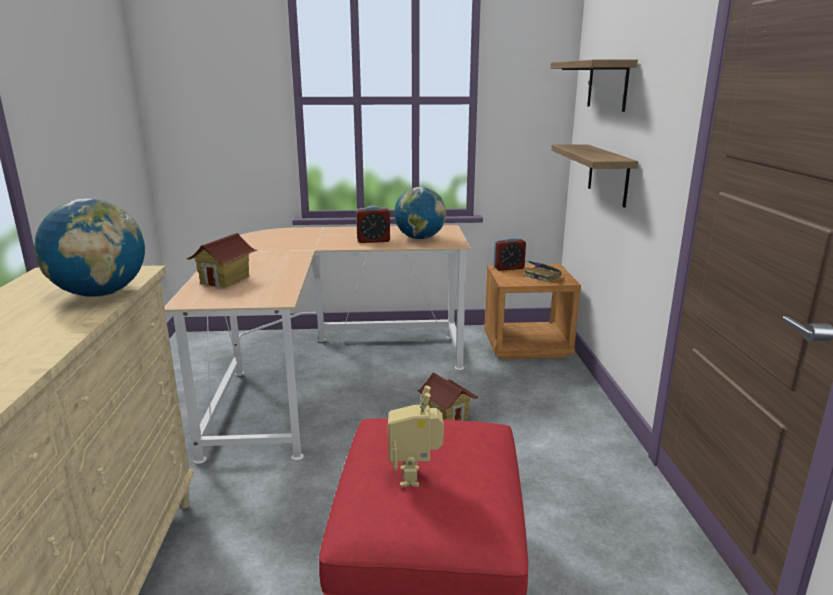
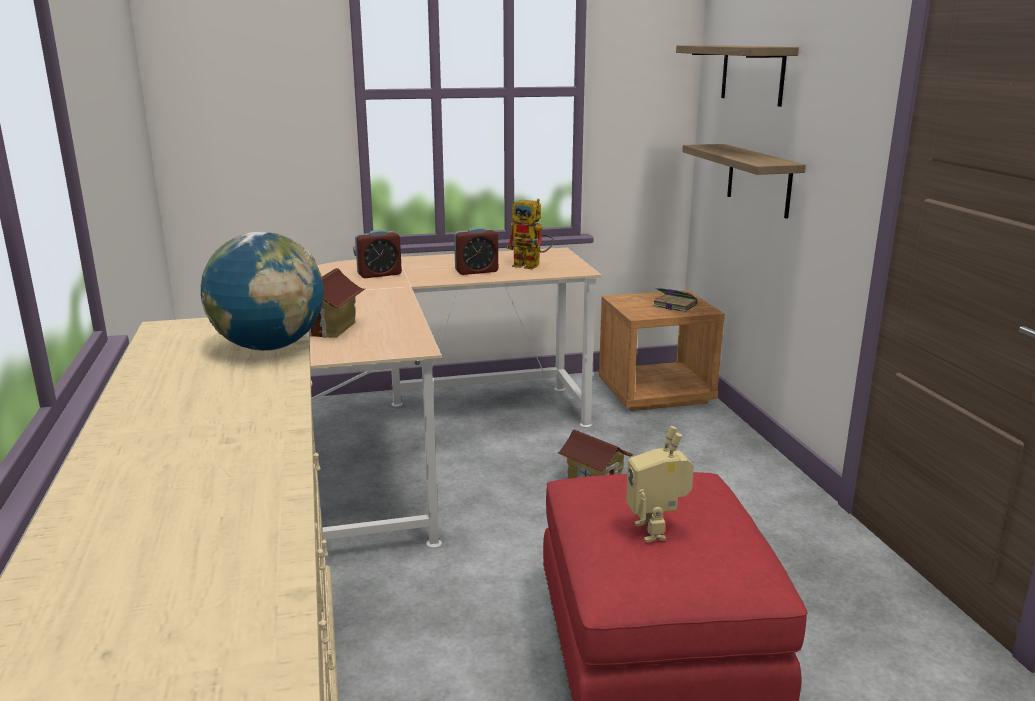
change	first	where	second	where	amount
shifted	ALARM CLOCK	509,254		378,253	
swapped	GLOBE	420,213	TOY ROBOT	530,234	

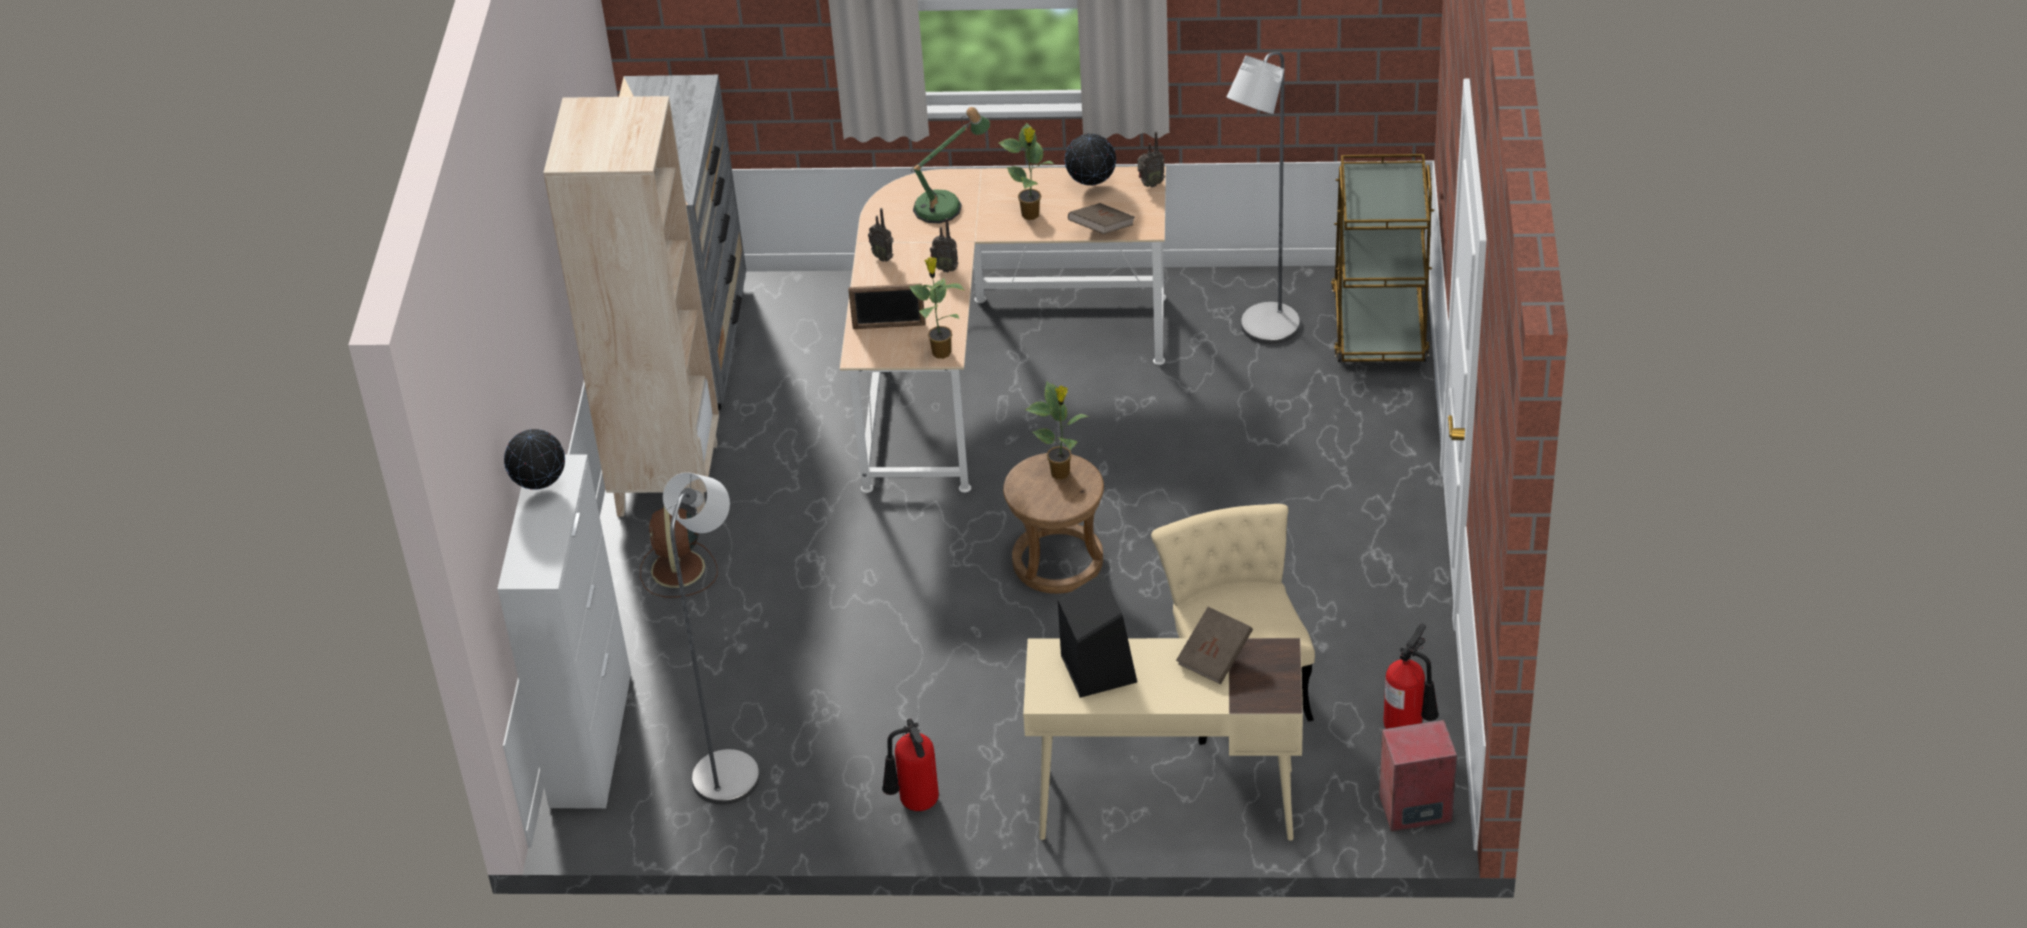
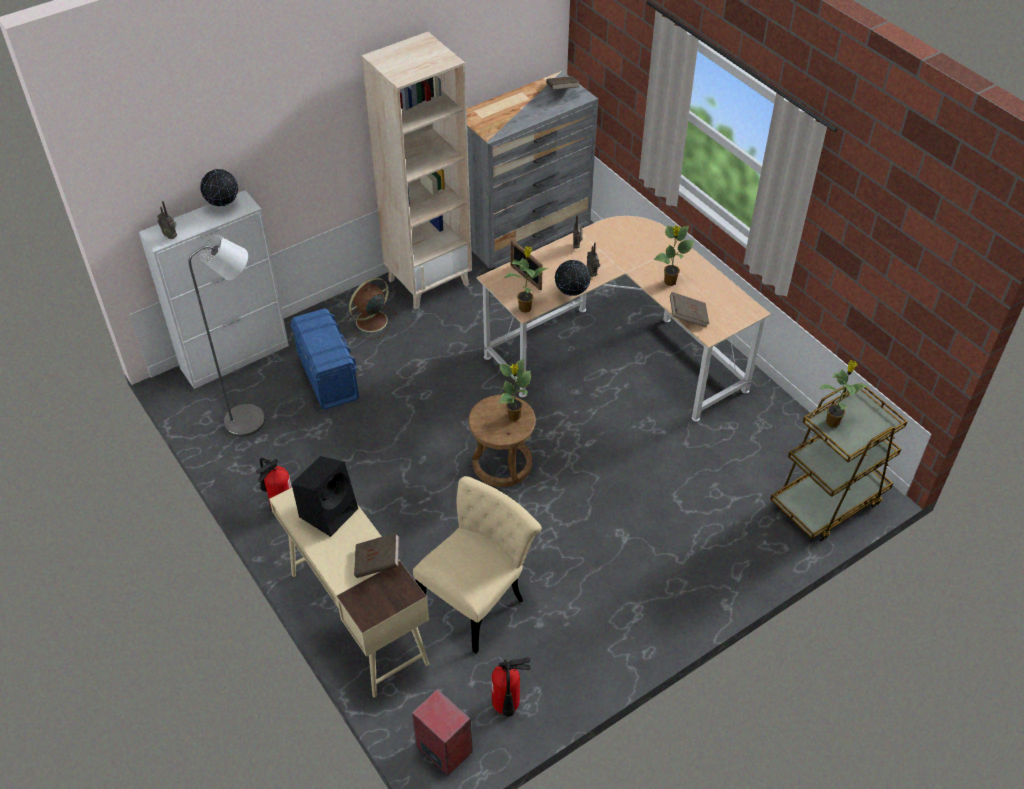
change	first	where	second	where	amount
gone	TABLE LAMP	950,165			
gone	GREY FLOOR LAMP	1263,198			
new			BLUE STORAGE BOX	324,359	
new			BROWN BOOK	562,83	
new			POTTED PLANT	844,393	
shifted	GLOBE	1090,159		573,278	
shifted	RADIO	1151,159		167,220	

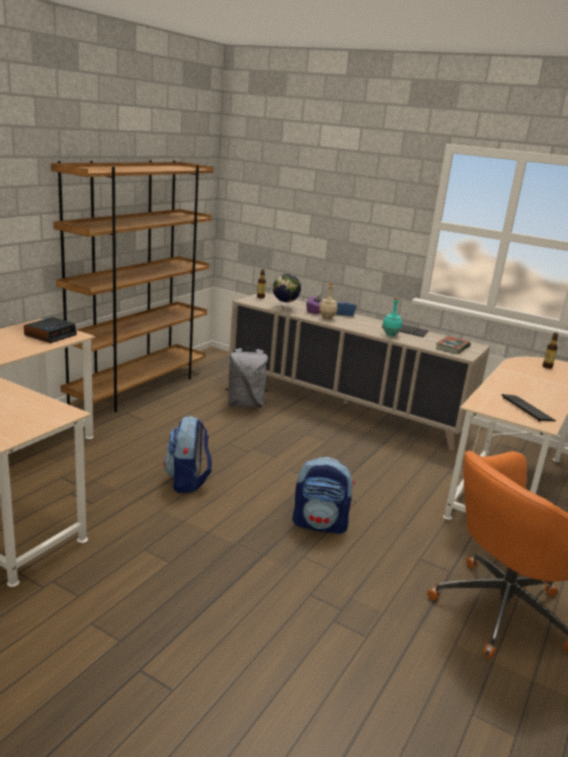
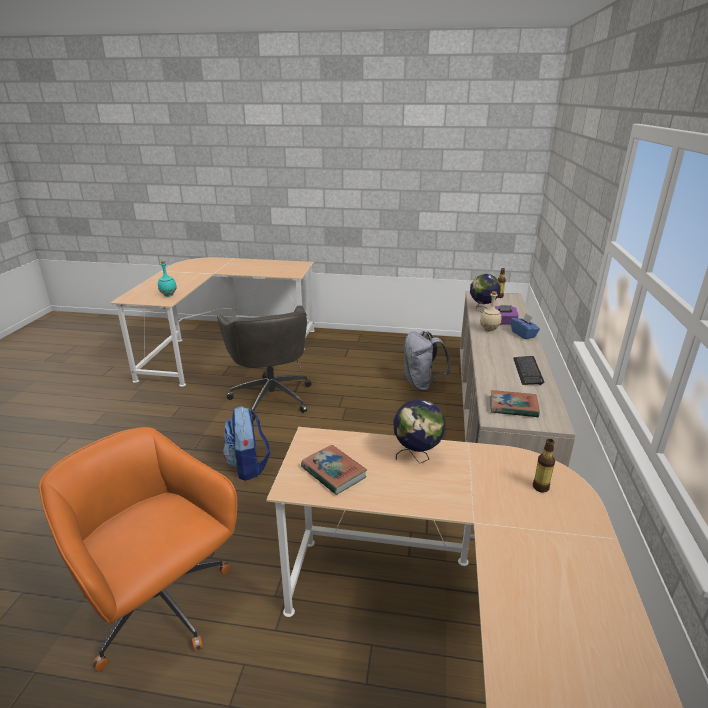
change	first	where	second	where	amount
gone	ALARM CLOCK	50,330			
gone	BROWN BOOKCASE	132,286			
new			GLOBE	419,431	
shifted	TURQUOISE BOTTLE	392,316		167,279	
swapped	BACKPACK	188,454	GREY OFFICE CHAIR	264,363	
swapped	KEYBOARD	528,408	BOOK	334,470	

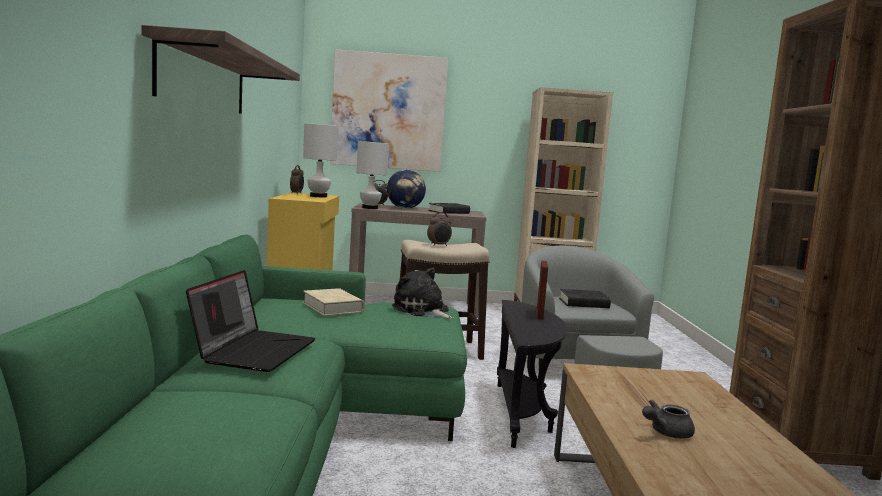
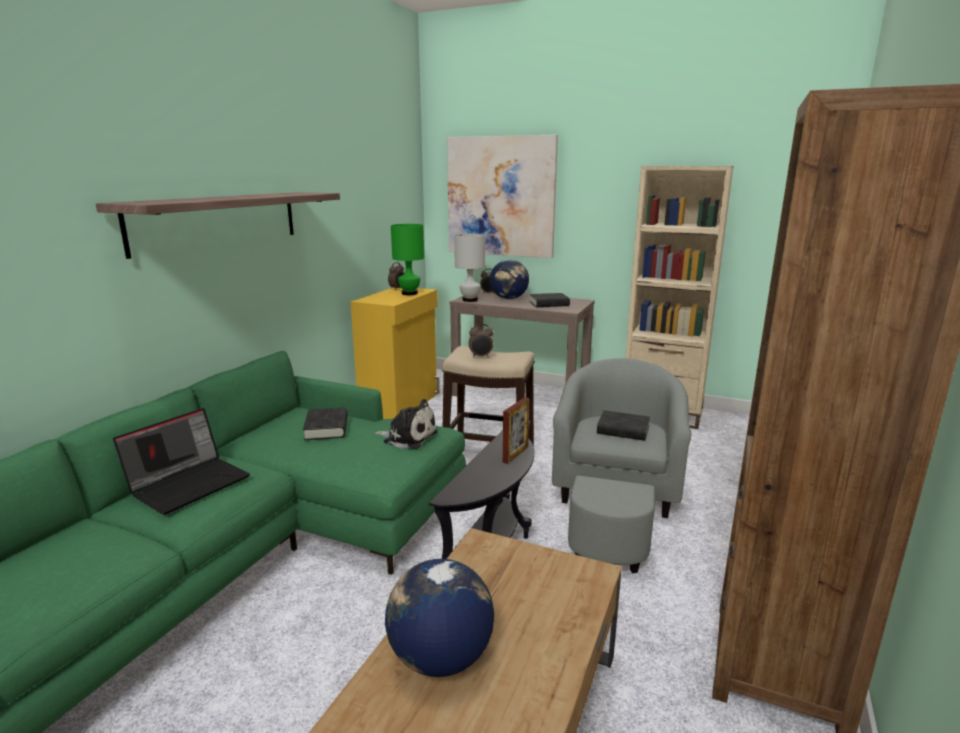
change	first	where	second	where	amount
swapped	GREY TEAPOT	668,419	GLOBE	439,618	
repainted	WHITE TABLE LAMP	321,160	GREEN TABLE LAMP	407,259	
repainted	BEIGE BOOK	333,302	BLACK BOOK	325,424	
rotated	PLUSH TOY	423,293		406,424	135 degrees clockwise

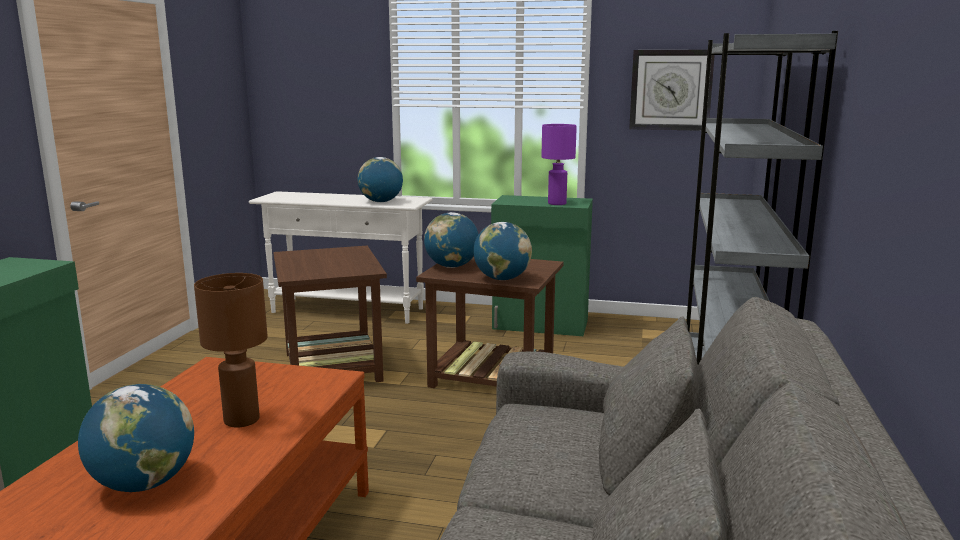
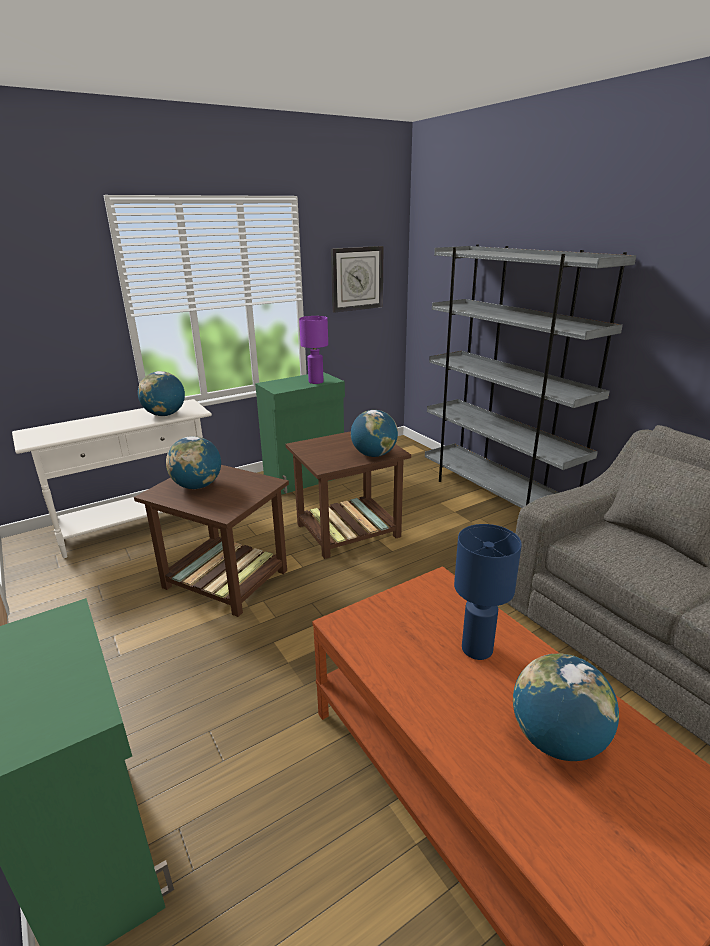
change	first	where	second	where	amount
shifted	GLOBE	451,240		193,462	
repainted	BROWN TABLE LAMP	231,350	BLUE TABLE LAMP	488,592	

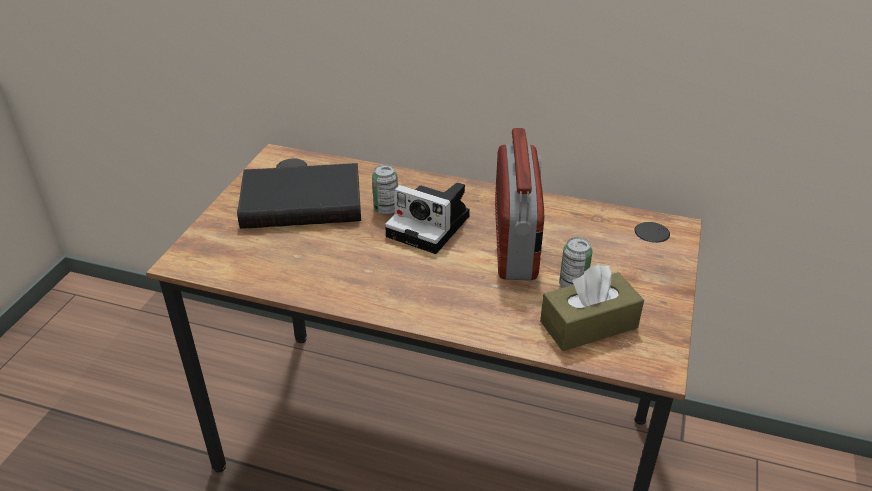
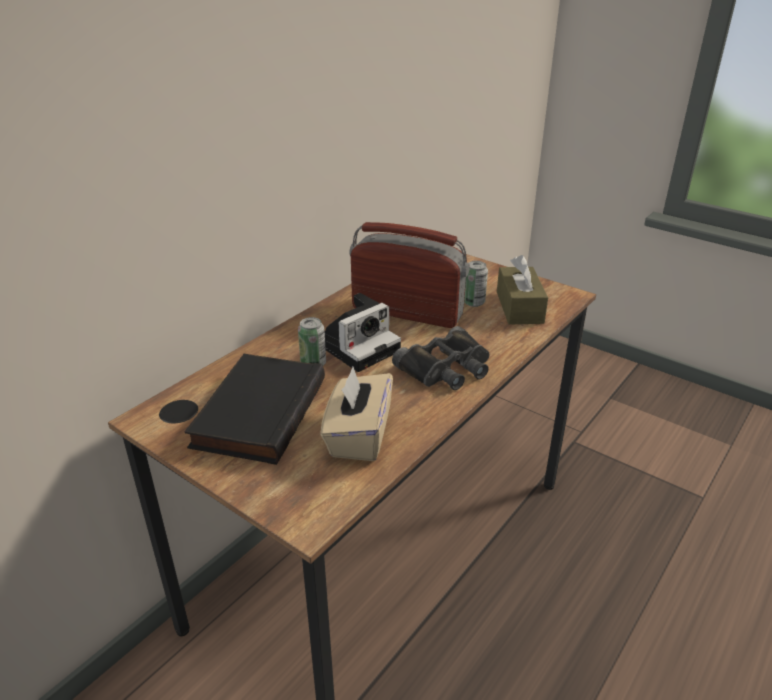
change	first	where	second	where	amount
new			BEIGE TISSUE BOX	356,414	
new			BLACK BINOCULARS	441,358	

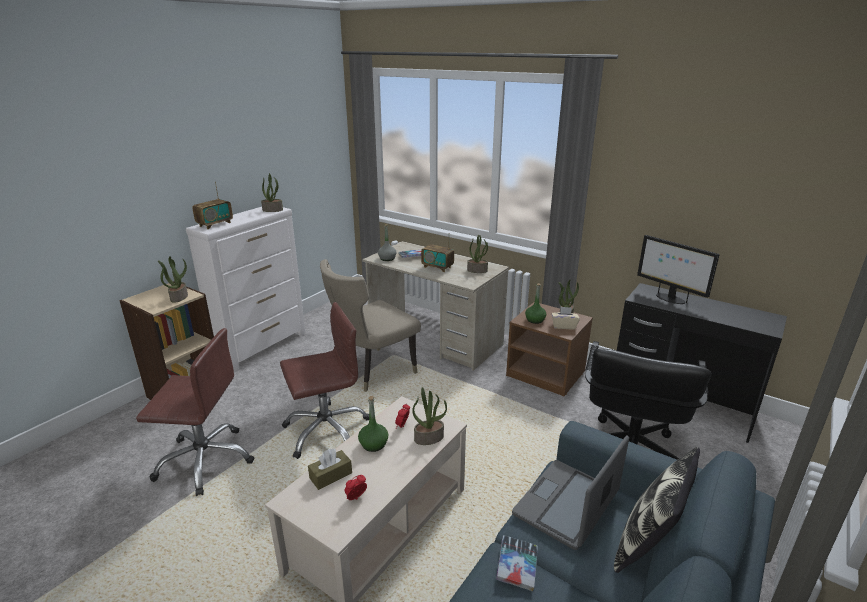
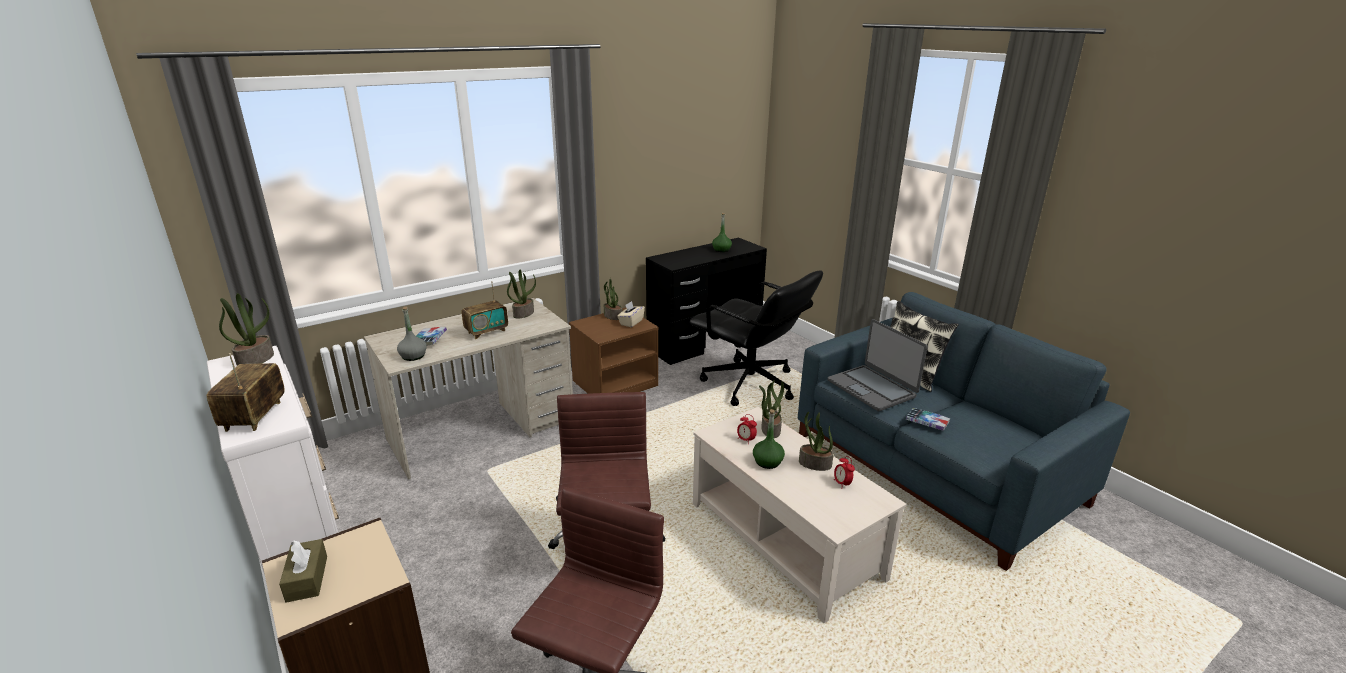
change	first	where	second	where	amount
gone	BEIGE CHAIR	370,325			
gone	MONITOR	678,269			
shifted	POTTED PLANT	173,279		816,441	
shifted	BROWN TISSUE BOX	330,469		303,571	
shifted	GREEN BOTTLE	535,303		722,232	
rotated	RADIO	213,205		246,392	150 degrees counterclockwise

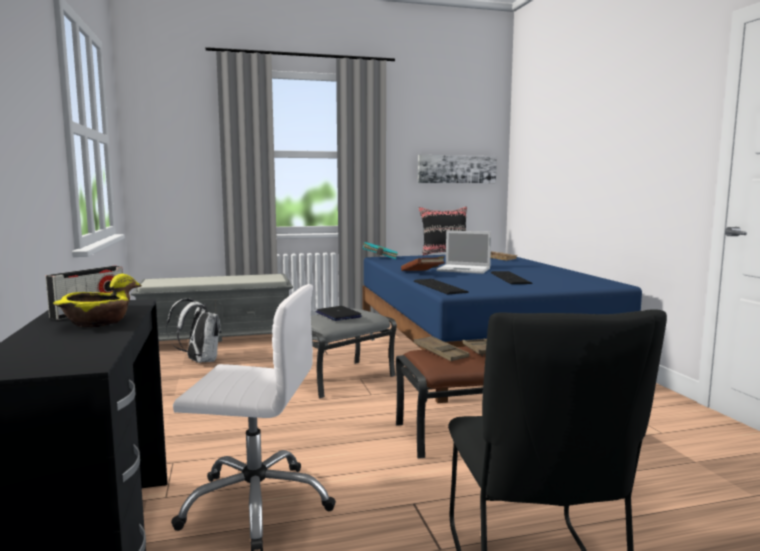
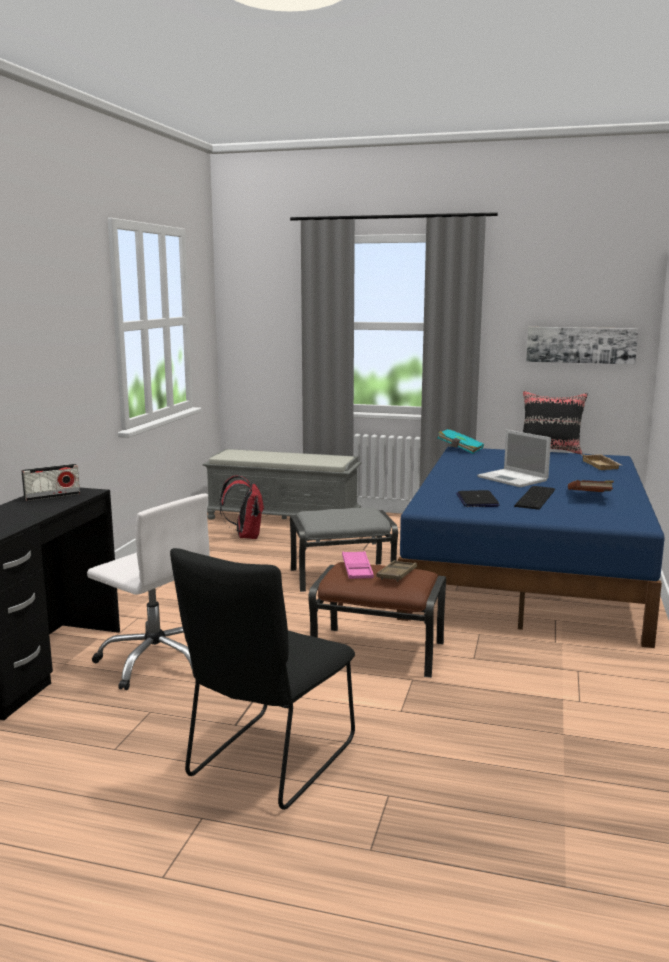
change	first	where	second	where	amount
gone	YELLOW BOWL	97,300			
gone	KEYBOARD	441,286			
shifted	LAPTOP	338,313		478,498	
shifted	BROWN BOOK	423,263		591,486	
repainted	WHITE BACKPACK	193,330	RED BACKPACK	242,507	
repainted	BROWN TRAY	442,348	PINK TRAY	358,565	

